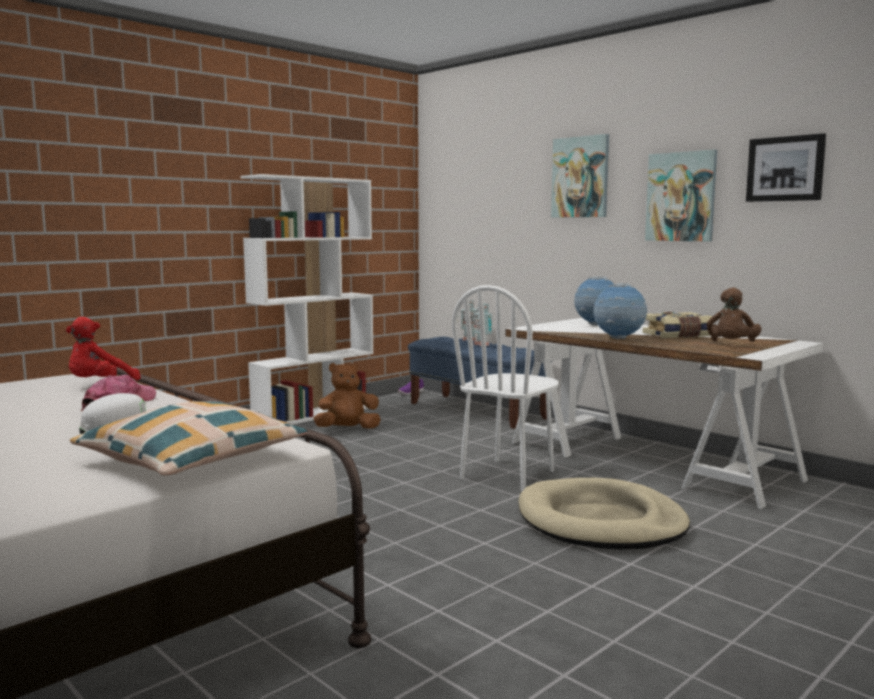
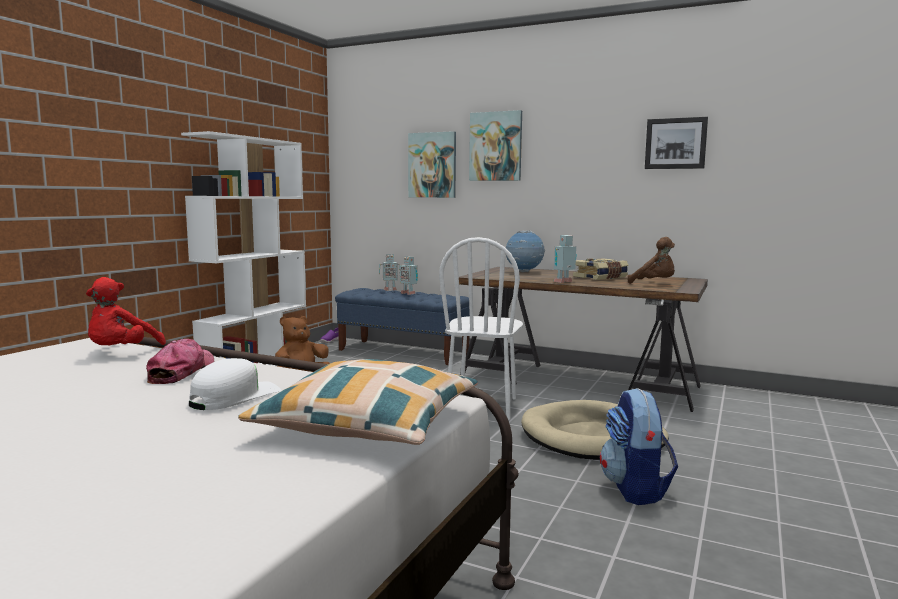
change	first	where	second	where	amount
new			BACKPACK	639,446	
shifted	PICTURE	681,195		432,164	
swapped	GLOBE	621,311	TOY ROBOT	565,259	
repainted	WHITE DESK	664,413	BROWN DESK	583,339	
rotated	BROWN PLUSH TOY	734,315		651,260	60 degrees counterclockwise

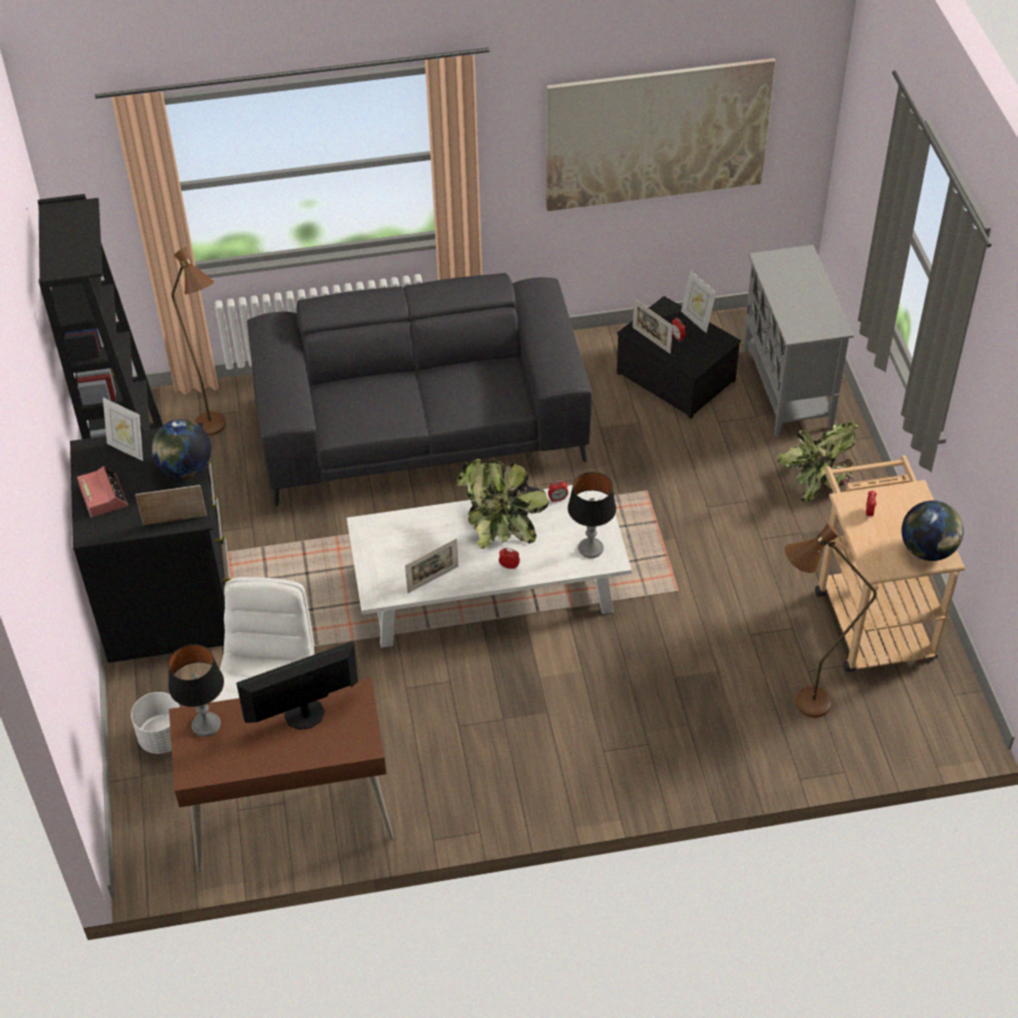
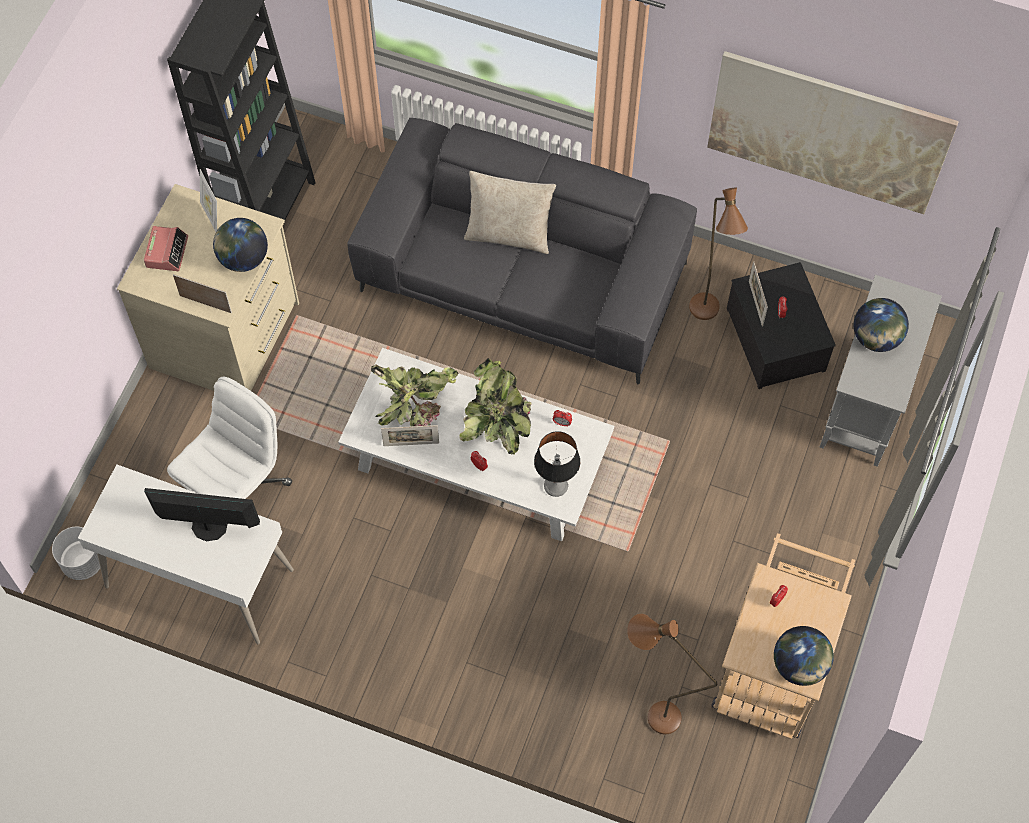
change	first	where	second	where	amount
gone	TABLE LAMP	196,690			
gone	PICTURE FRAME	698,302			
new			BEIGE PILLOW	510,212	
new			GLOBE	881,325	
shifted	WHITE PLANTER	155,723		76,553	
shifted	BROWN FLOOR LAMP	198,341		718,253	
shifted	POTTED PLANT	817,461		415,395	
repainted	BLACK DRESSER	150,543	BEIGE DRESSER	208,287	
repainted	BROWN DESK	281,775	WHITE DESK	186,554	

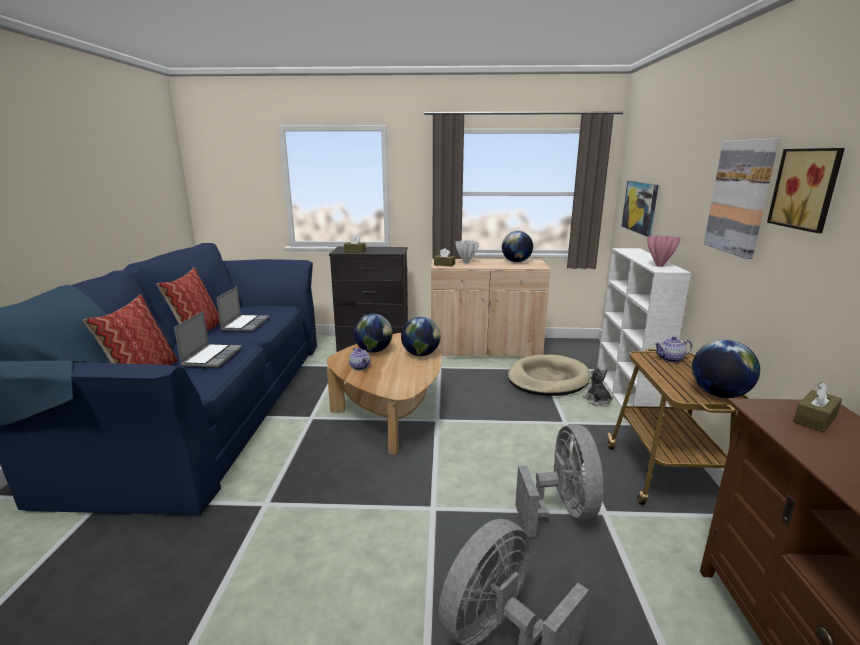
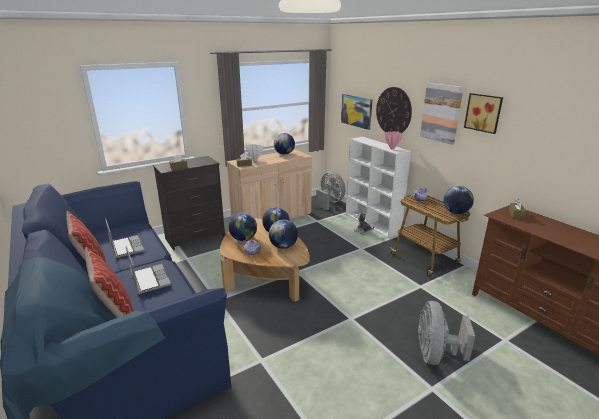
change	first	where	second	where	amount
gone	BEIGE DOG BED	549,375			
new			GLOBE	283,234	
new			WALL CLOCK	394,110	
shifted	GREY FAN	559,481		331,191	

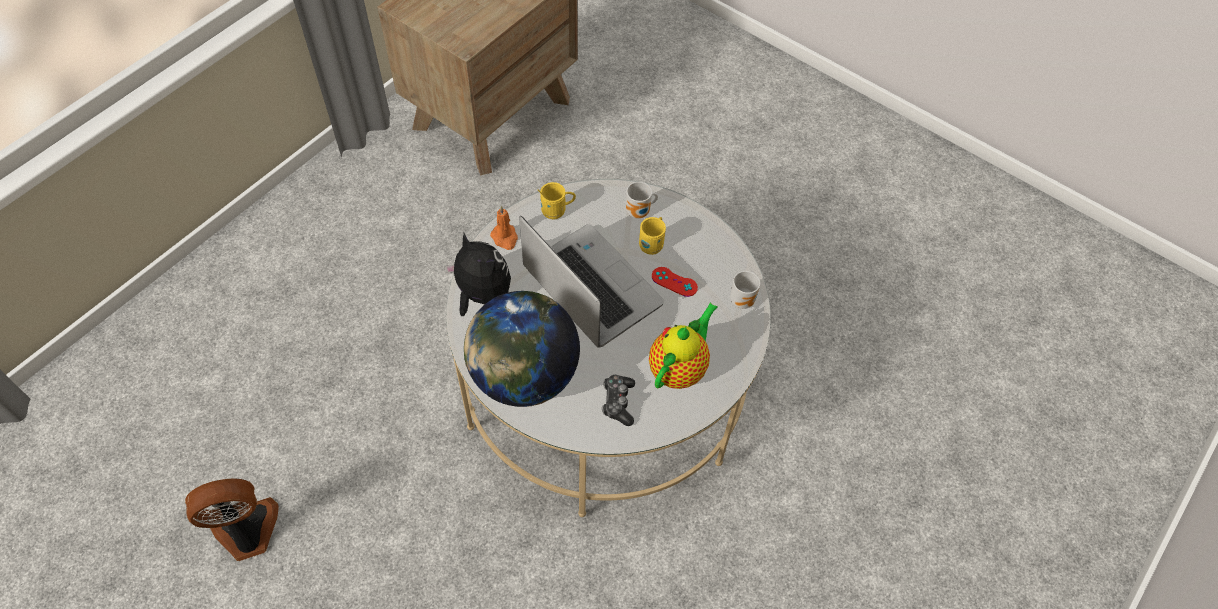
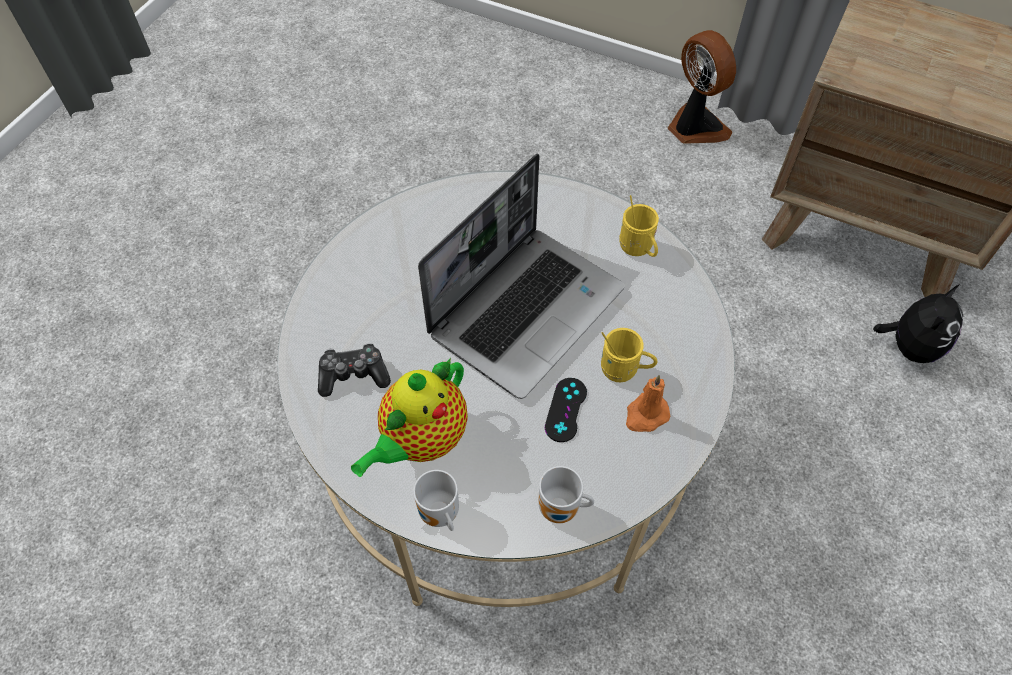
change	first	where	second	where	amount
gone	GLOBE	522,349			
shifted	FAN	232,519		702,87	
shifted	PLUSH TOY	477,274		918,323	
shifted	ORANGE CANDLE	504,228		648,403	
shifted	MUG	642,200		436,500	
repainted	RED GAME CONTROLLER	675,282	BLACK GAME CONTROLLER	566,410	
rotated	TEAPOT	683,345		409,417	105 degrees clockwise

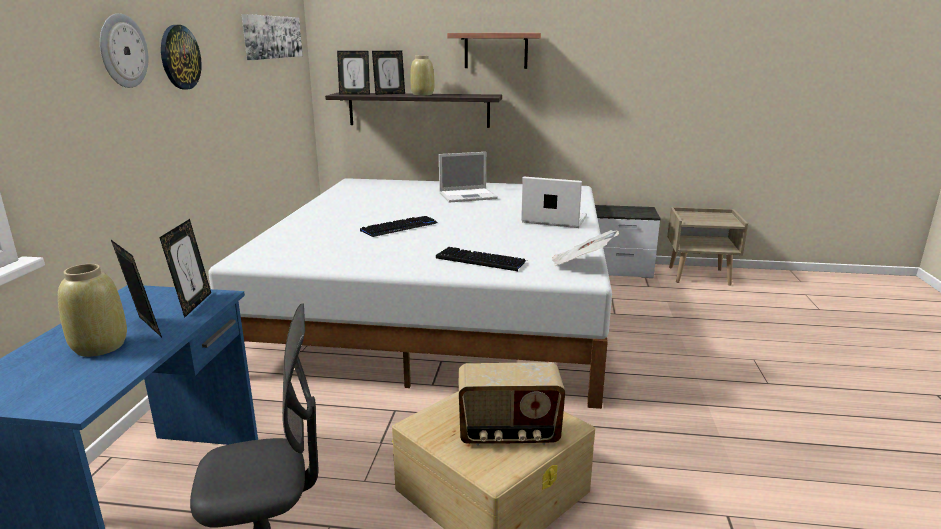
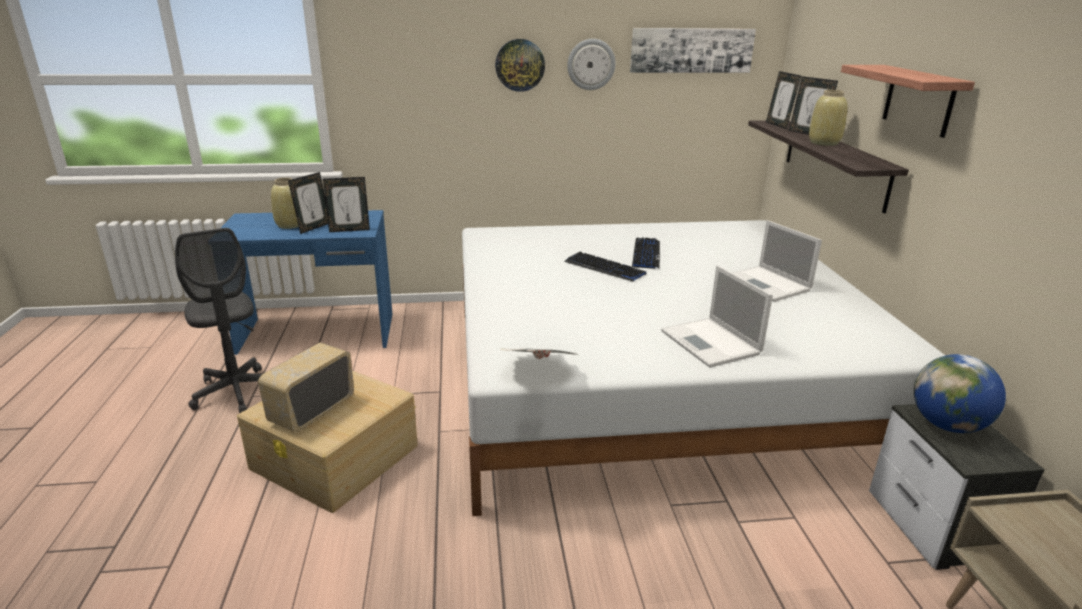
change	first	where	second	where	amount
new			GLOBE	960,393	
shifted	WALL CLOCK	124,50		591,64	
shifted	KEYBOARD	482,259		646,253	
rotated	RADIO	512,404		306,387	45 degrees clockwise
rotated	LAPTOP	554,202		717,316	150 degrees clockwise

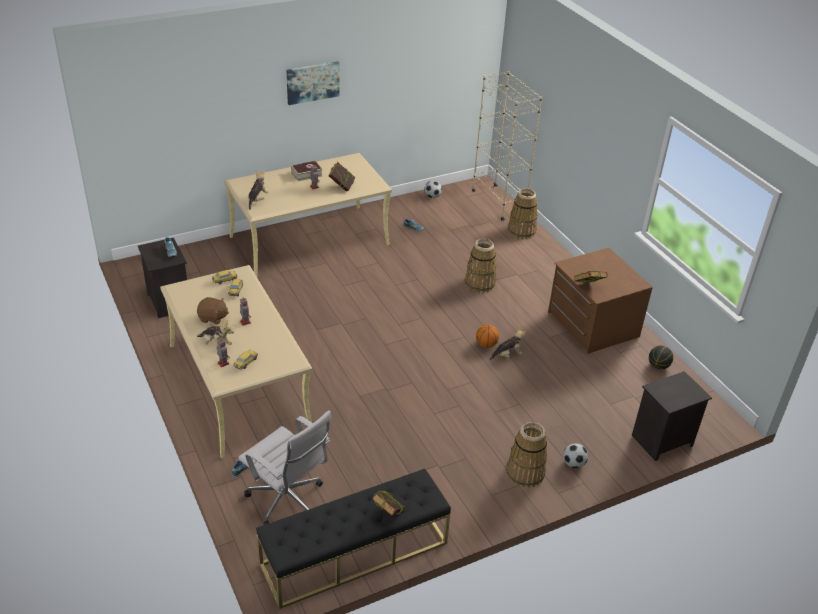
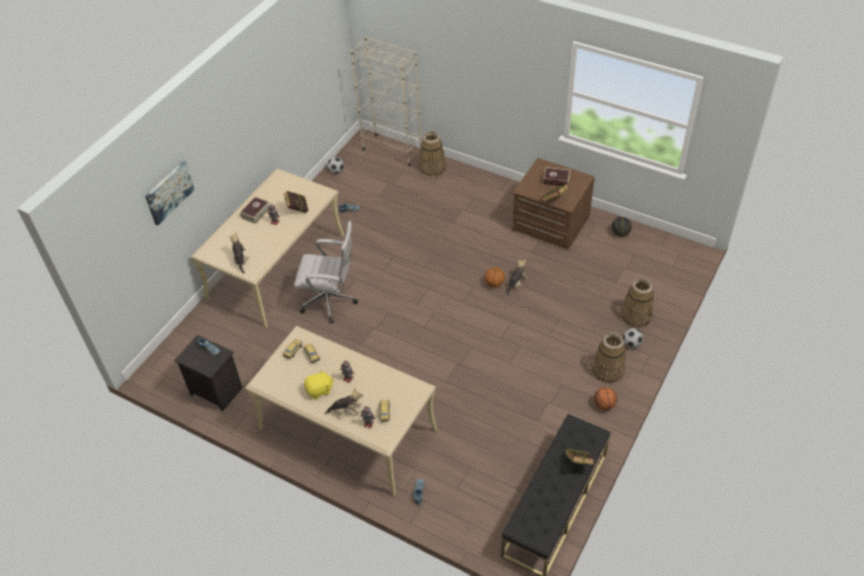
change	first	where	second	where	amount
gone	BLACK NIGHTSTAND	672,416			
new			BOOK	556,176	
new			BASKETBALL	605,398	
shifted	WHITE OFFICE CHAIR	285,467		326,272	
shifted	PICTURE	313,83		169,193	
shifted	BASKET	480,266		637,303	
repainted	BROWN PLUSH TOY	213,310	YELLOW PLUSH TOY	319,385	

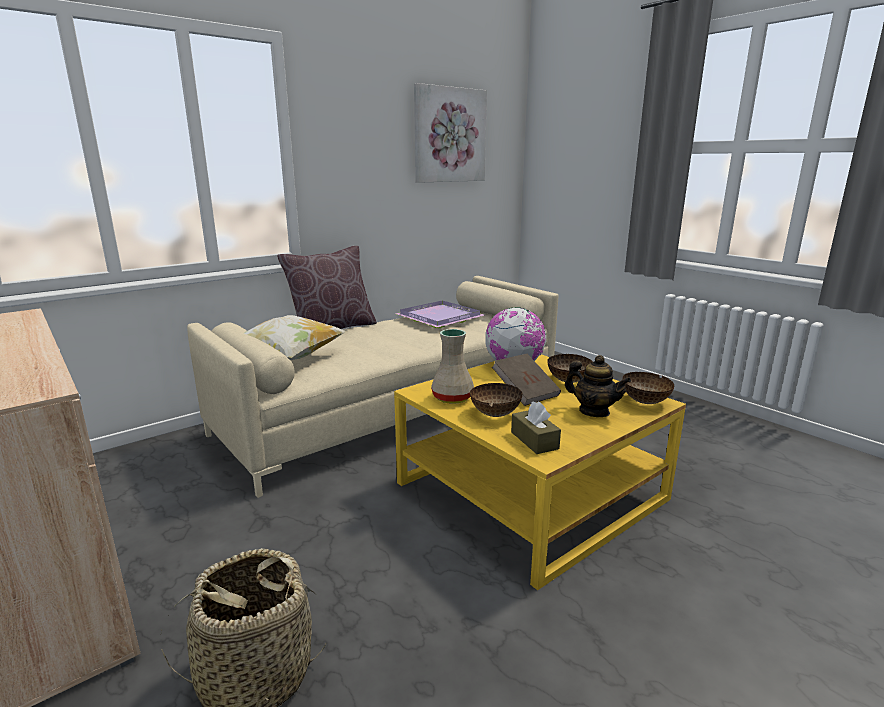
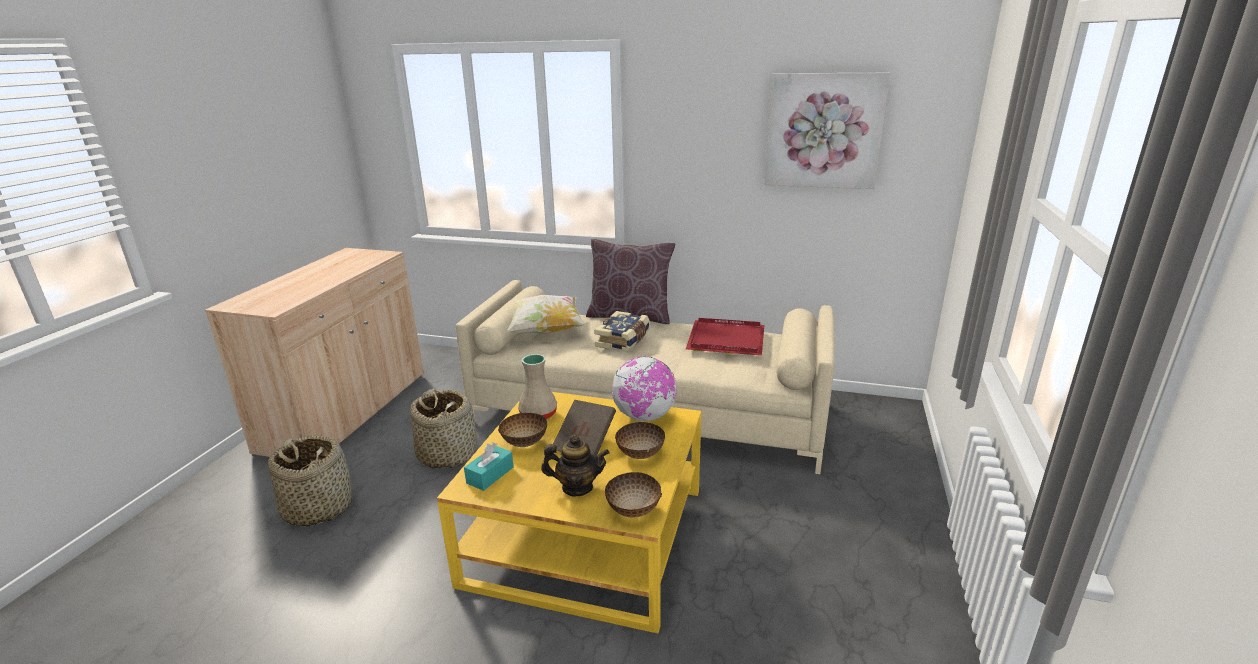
change	first	where	second	where	amount
new			BASKET	443,429	
new			BOOK	621,331	
repainted	PURPLE TRAY	440,314	RED TRAY	725,337	
repainted	BROWN TISSUE BOX	536,427	TURQUOISE TISSUE BOX	489,466	
rotated	TEAPOT	598,386		575,466	90 degrees counterclockwise

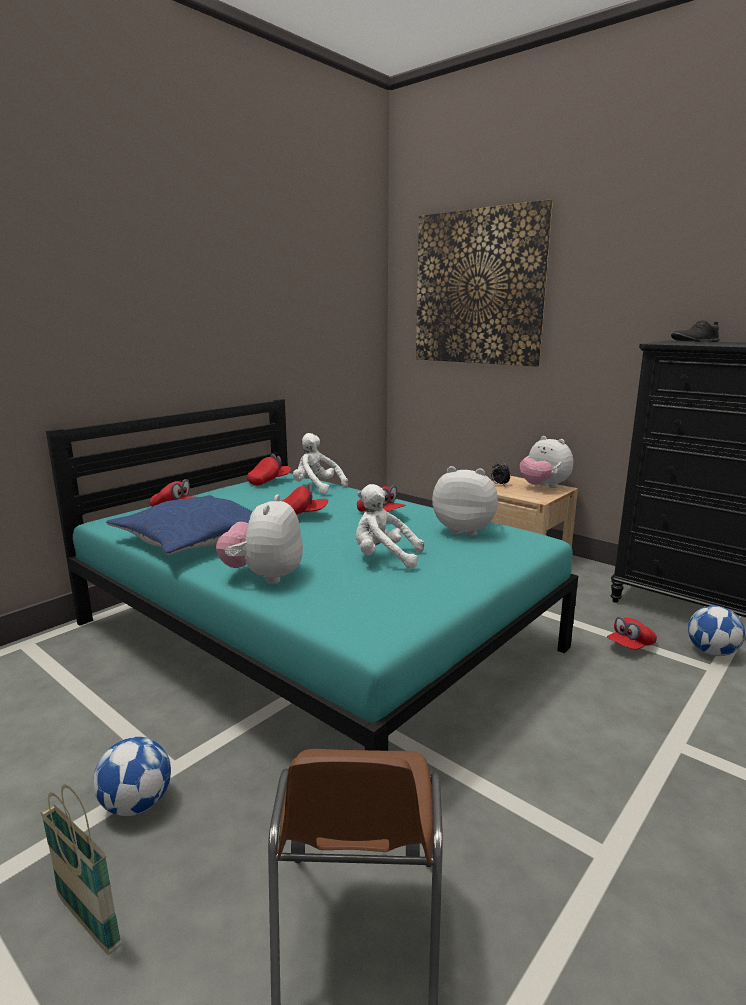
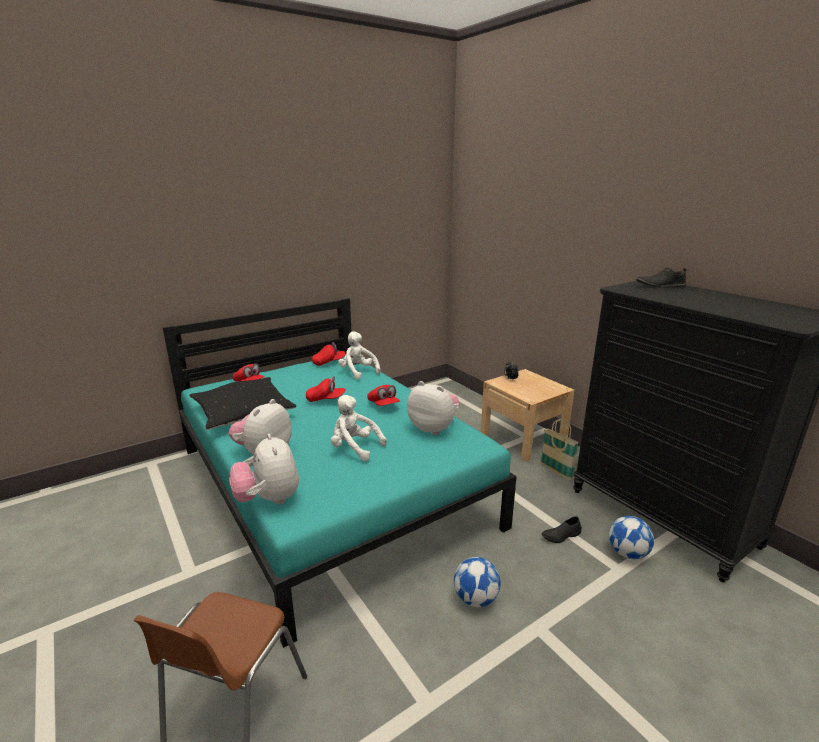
change	first	where	second	where	amount
gone	PICTURE	484,282			
shifted	BASKET	81,869		559,449	
shifted	FOOTBALL	132,776		477,582	
shifted	PLUSH TOY	546,462		264,469	
swapped	RED CAP	632,633	BLACK SHOE	561,529	
repainted	BLUE PILLOW	179,525	BLACK PILLOW	242,403	

